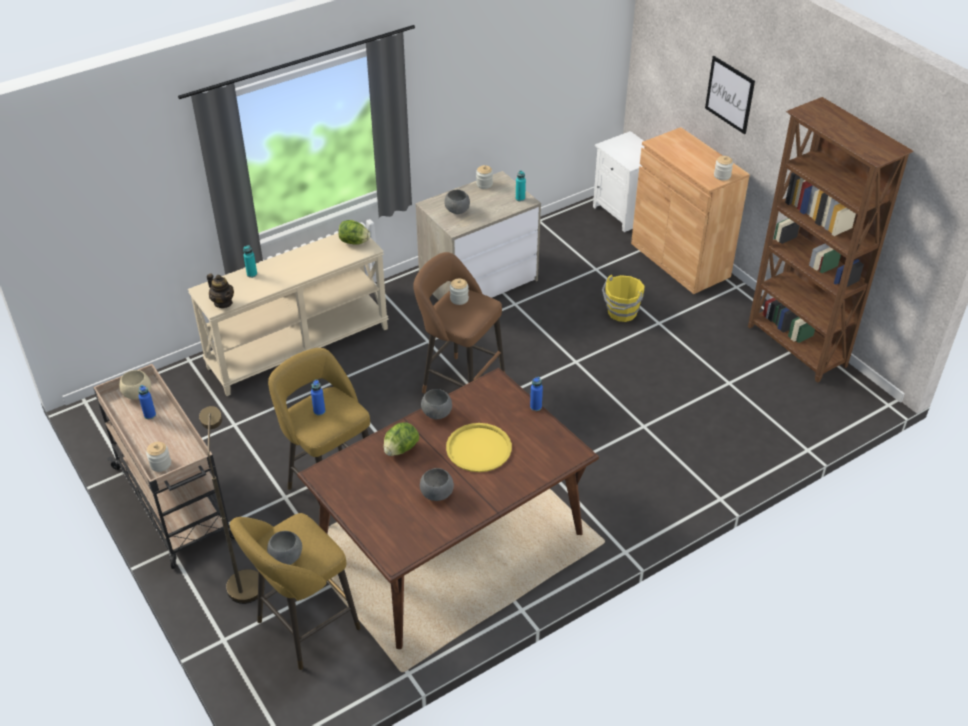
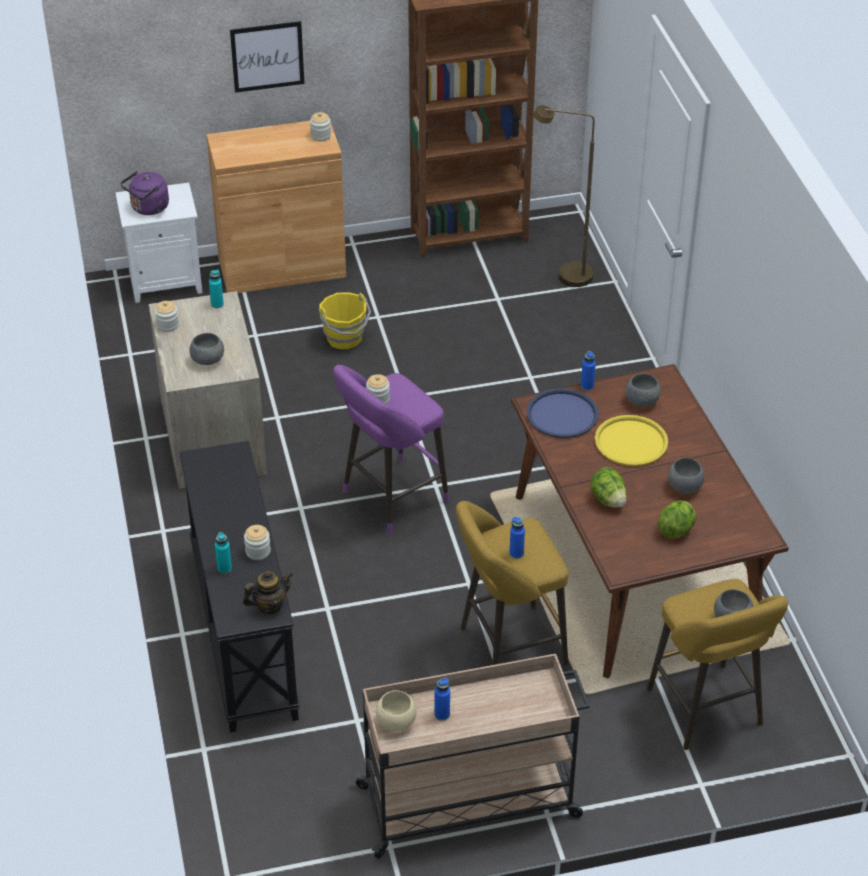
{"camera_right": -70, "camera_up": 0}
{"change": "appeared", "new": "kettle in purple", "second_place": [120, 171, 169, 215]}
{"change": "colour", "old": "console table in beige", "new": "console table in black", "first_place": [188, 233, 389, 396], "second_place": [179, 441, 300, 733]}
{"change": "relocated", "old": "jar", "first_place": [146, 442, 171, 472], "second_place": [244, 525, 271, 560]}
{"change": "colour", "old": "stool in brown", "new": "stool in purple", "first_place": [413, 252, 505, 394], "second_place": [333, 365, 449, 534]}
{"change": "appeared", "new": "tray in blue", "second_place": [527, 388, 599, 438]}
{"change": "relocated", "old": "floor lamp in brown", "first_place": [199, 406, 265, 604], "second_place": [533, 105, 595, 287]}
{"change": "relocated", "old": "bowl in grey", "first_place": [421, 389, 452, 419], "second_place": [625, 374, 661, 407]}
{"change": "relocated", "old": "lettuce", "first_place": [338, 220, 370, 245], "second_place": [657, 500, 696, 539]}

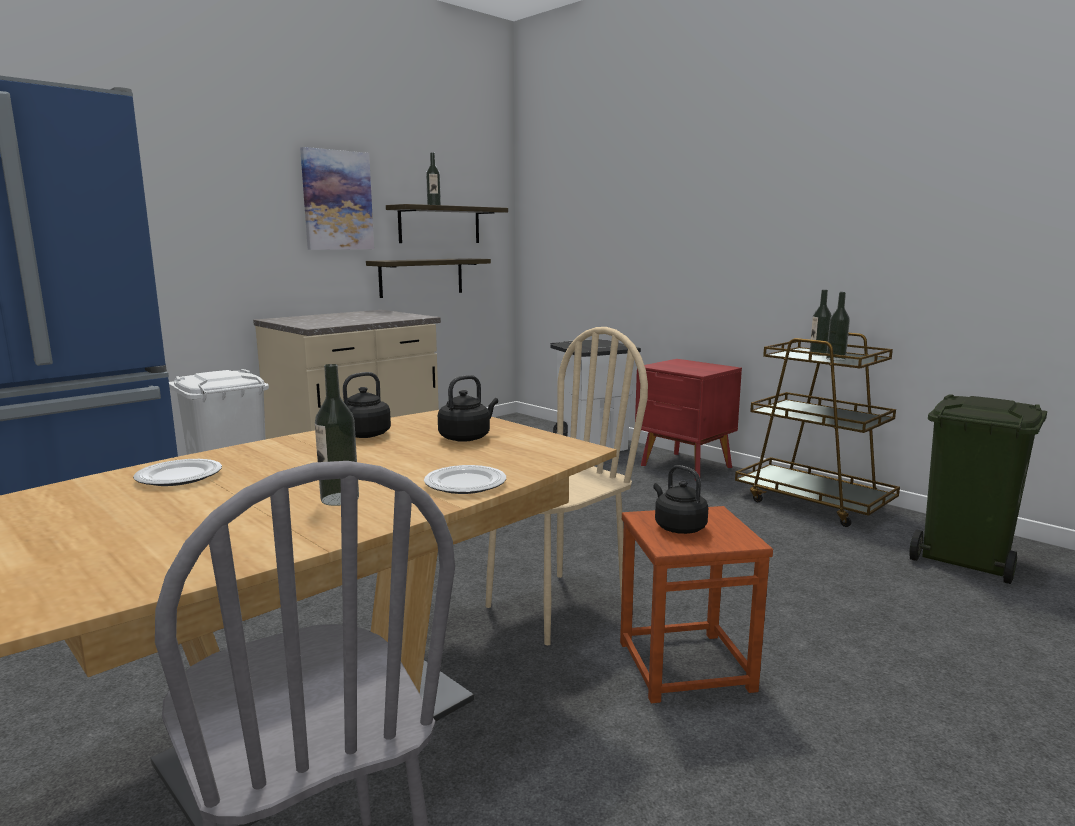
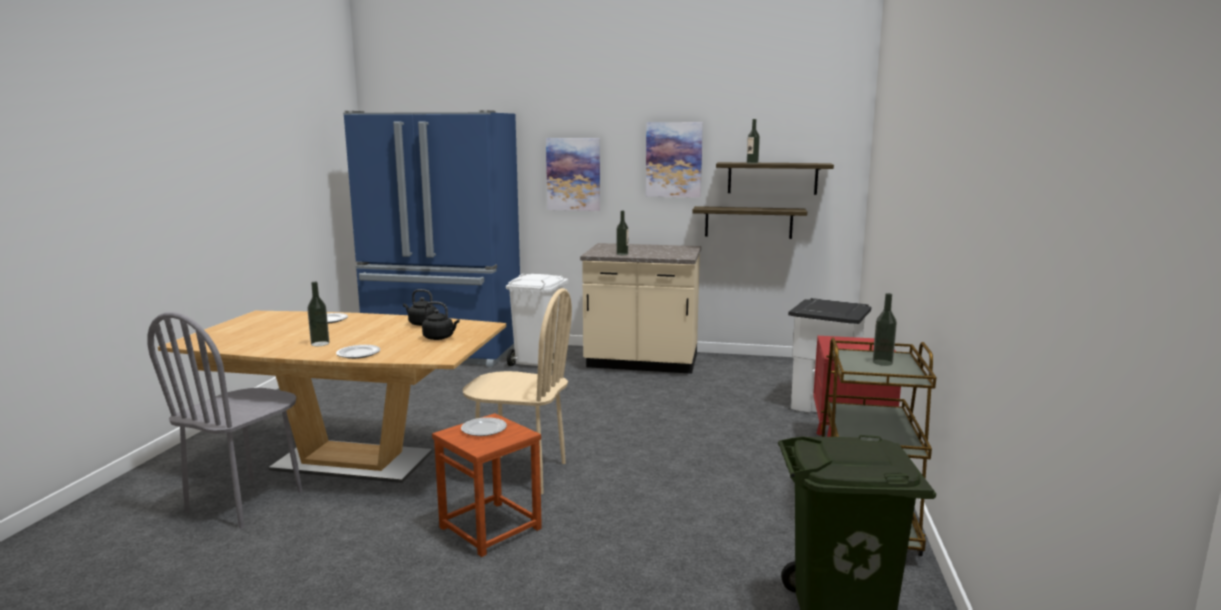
{"camera_right": 55, "camera_up": 0}
{"change": "exchanged", "old": "kettle in black", "new": "plate", "first_place": [653, 465, 708, 534], "second_place": [461, 417, 507, 436]}
{"change": "appeared", "new": "picture", "second_place": [546, 138, 600, 211]}
{"change": "relocated", "old": "bottle", "first_place": [826, 292, 850, 361], "second_place": [616, 211, 629, 255]}

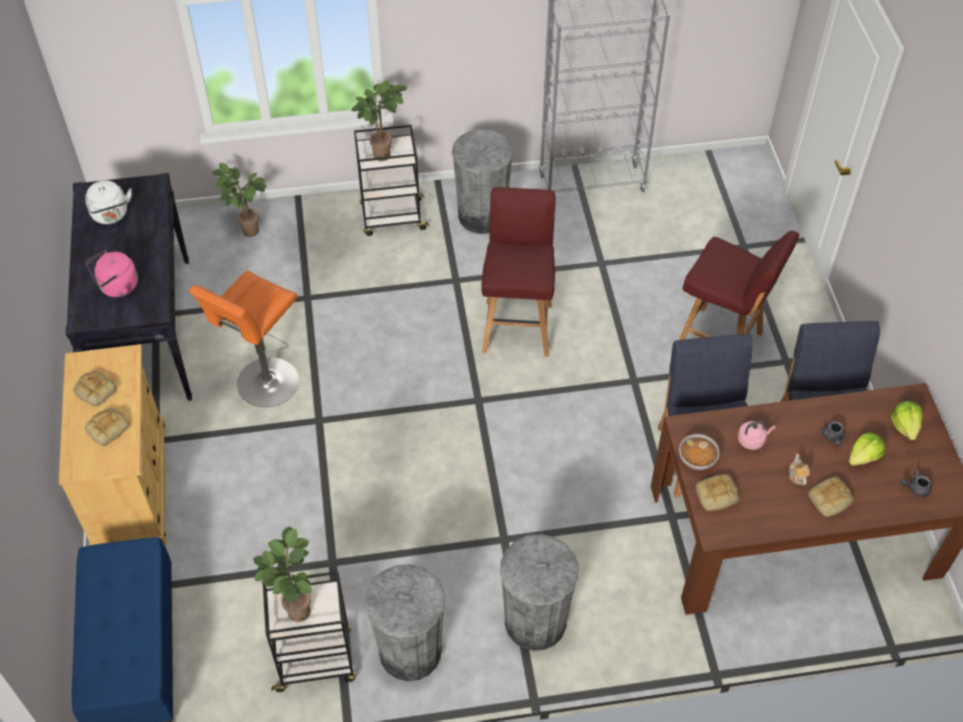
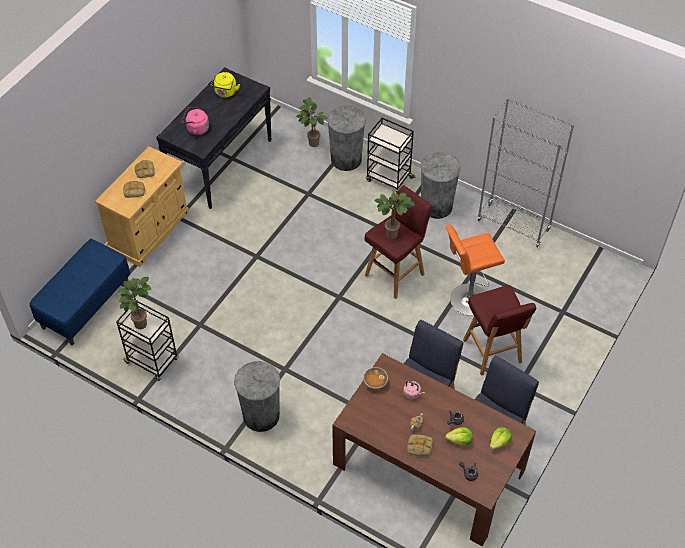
{"camera_right": 40, "camera_up": 0}
{"change": "colour", "old": "kettle in white", "new": "kettle in yellow", "first_place": [85, 181, 132, 224], "second_place": [211, 72, 240, 98]}
{"change": "relocated", "old": "trash can in grey", "first_place": [365, 564, 445, 681], "second_place": [327, 106, 366, 171]}
{"change": "relocated", "old": "potted plant", "first_place": [351, 80, 407, 161], "second_place": [374, 192, 415, 239]}
{"change": "relocated", "old": "stool in orange", "first_place": [189, 271, 299, 407], "second_place": [446, 225, 505, 316]}
{"change": "missing", "old": "bread", "first_place": [696, 474, 739, 511]}

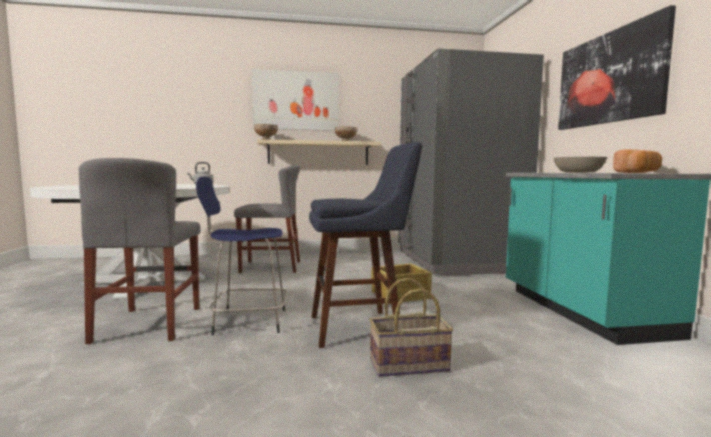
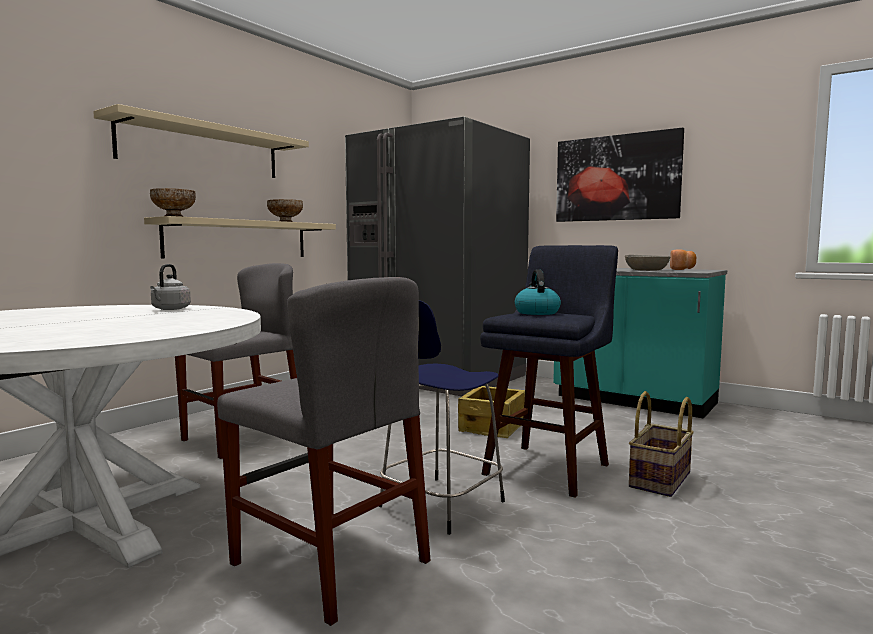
{"camera_right": -45, "camera_up": 0}
{"change": "exchanged", "old": "picture", "new": "shelf in beige", "first_place": [252, 69, 339, 131], "second_place": [93, 104, 309, 178]}
{"change": "appeared", "new": "kettle", "second_place": [515, 269, 561, 315]}

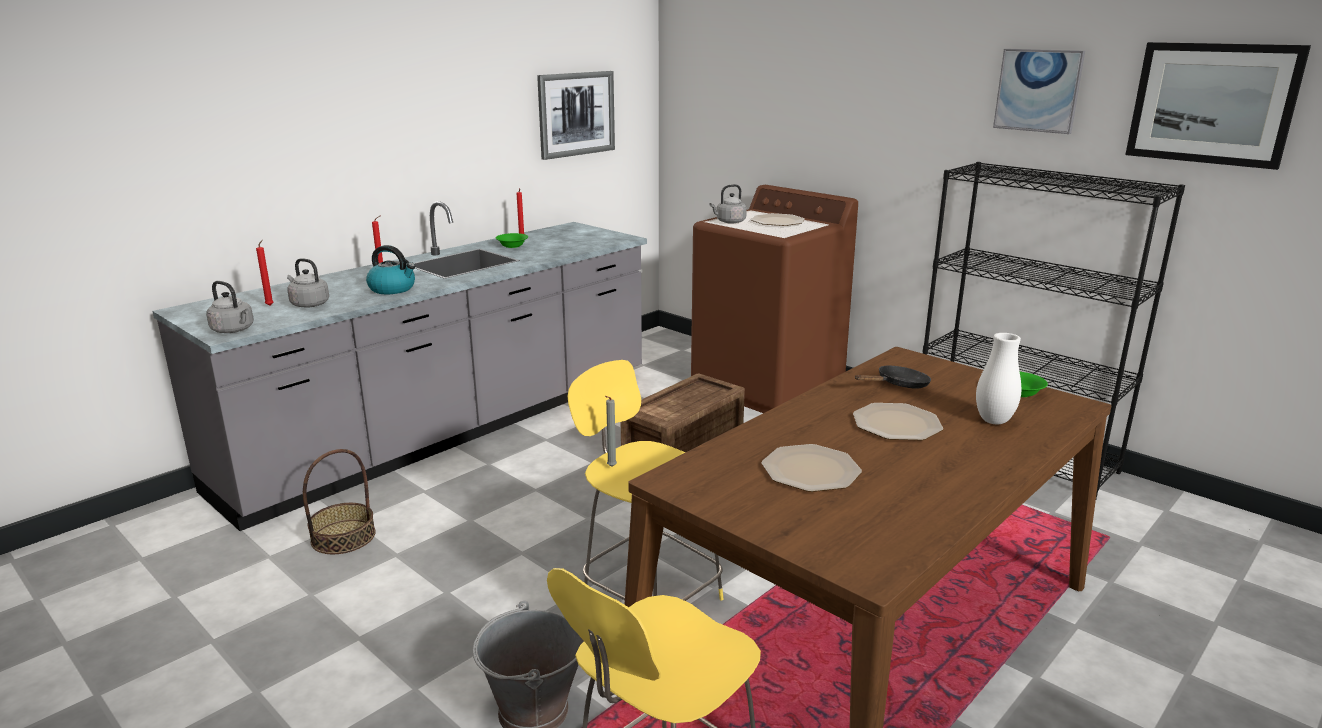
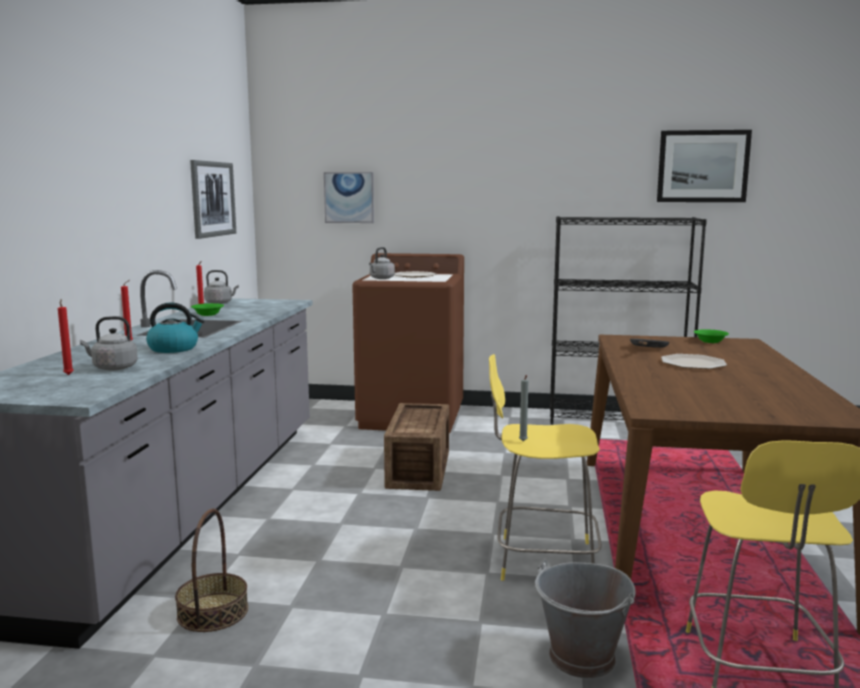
{"camera_right": -35, "camera_up": -10}
{"change": "relocated", "old": "kettle in grey", "first_place": [206, 281, 254, 333], "second_place": [204, 270, 239, 304]}
{"change": "relocated", "old": "picture", "first_place": [993, 49, 1085, 134], "second_place": [324, 172, 374, 223]}
{"change": "missing", "old": "plate", "first_place": [762, 444, 862, 492]}
{"change": "missing", "old": "vase in white", "first_place": [976, 333, 1021, 425]}

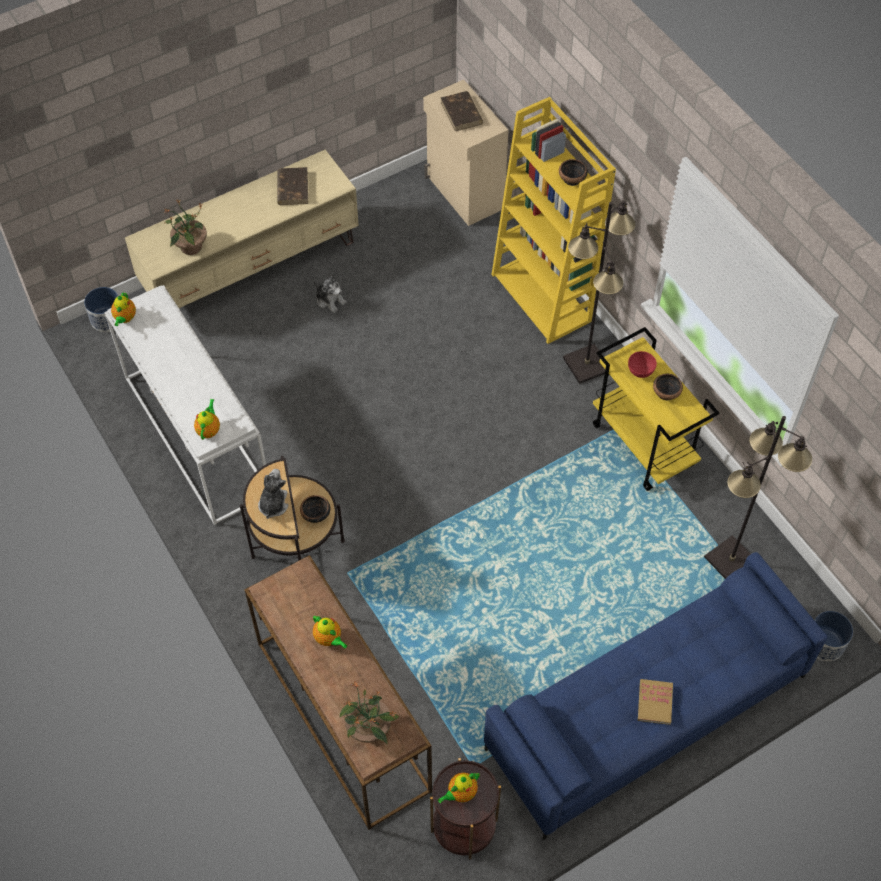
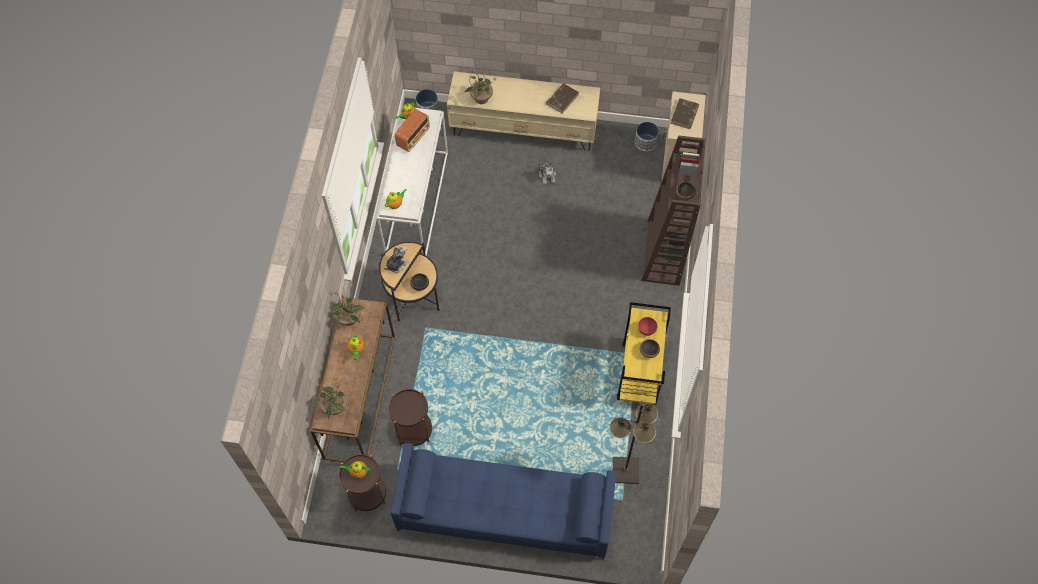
{"camera_right": 40, "camera_up": 5}
{"change": "appeared", "new": "potted plant", "second_place": [330, 291, 365, 326]}
{"change": "appeared", "new": "side table in brown", "second_place": [389, 389, 432, 446]}
{"change": "appeared", "new": "radio", "second_place": [395, 109, 430, 152]}
{"change": "relocated", "old": "planter", "first_place": [814, 611, 853, 661], "second_place": [635, 122, 659, 151]}
{"change": "colour", "old": "bookcase in yellow", "new": "bookcase in brown", "first_place": [491, 97, 616, 344], "second_place": [641, 135, 706, 286]}
{"change": "missing", "old": "floor lamp in black", "first_place": [563, 200, 635, 384]}
{"change": "missing", "old": "book", "first_place": [638, 679, 673, 725]}

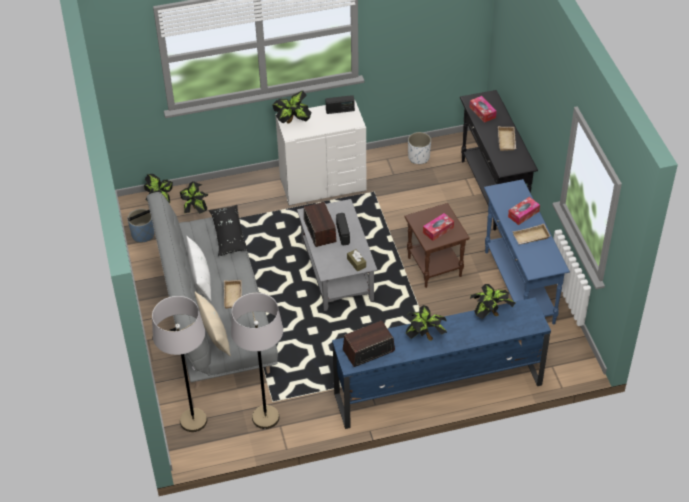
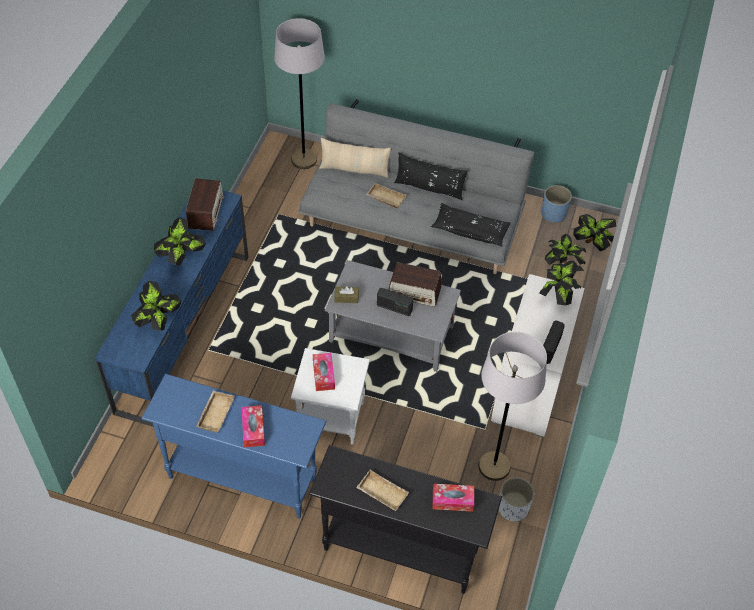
{"camera_right": 120, "camera_up": 5}
{"change": "colour", "old": "side table in brown", "new": "side table in white", "first_place": [404, 203, 470, 288], "second_place": [291, 348, 370, 445]}
{"change": "colour", "old": "pillow in white", "new": "pillow in black", "first_place": [186, 236, 211, 301], "second_place": [394, 152, 468, 200]}
{"change": "relocated", "old": "floor lamp in grey", "first_place": [231, 293, 283, 429], "second_place": [478, 332, 547, 481]}

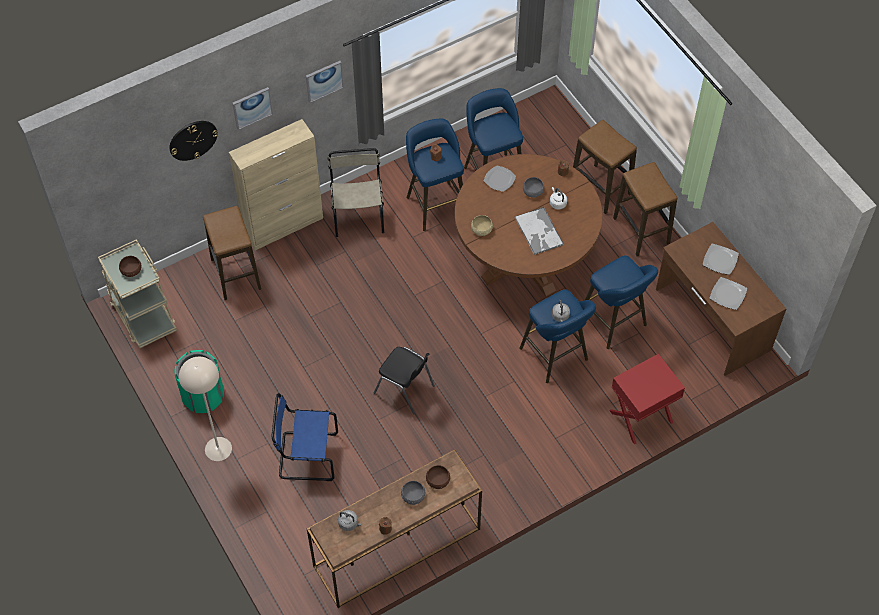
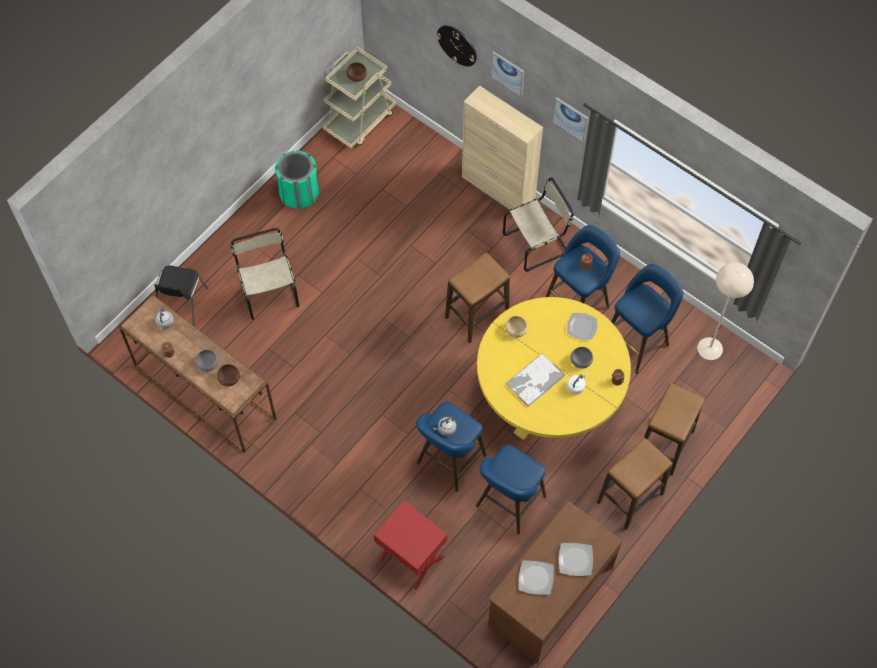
{"camera_right": 70, "camera_up": 5}
{"change": "relocated", "old": "chair in black", "first_place": [374, 347, 435, 415], "second_place": [154, 265, 208, 326]}
{"change": "colour", "old": "chair in blue", "new": "chair in beige", "first_place": [272, 393, 338, 481], "second_place": [231, 228, 299, 320]}
{"change": "relocated", "old": "stool", "first_place": [203, 206, 261, 300], "second_place": [445, 252, 510, 343]}
{"change": "colour", "old": "dining table in brown", "new": "dining table in yellow", "first_place": [455, 154, 603, 297], "second_place": [477, 297, 631, 441]}
{"change": "relocated", "old": "floor lamp in beige", "first_place": [179, 357, 232, 461], "second_place": [697, 263, 754, 360]}

